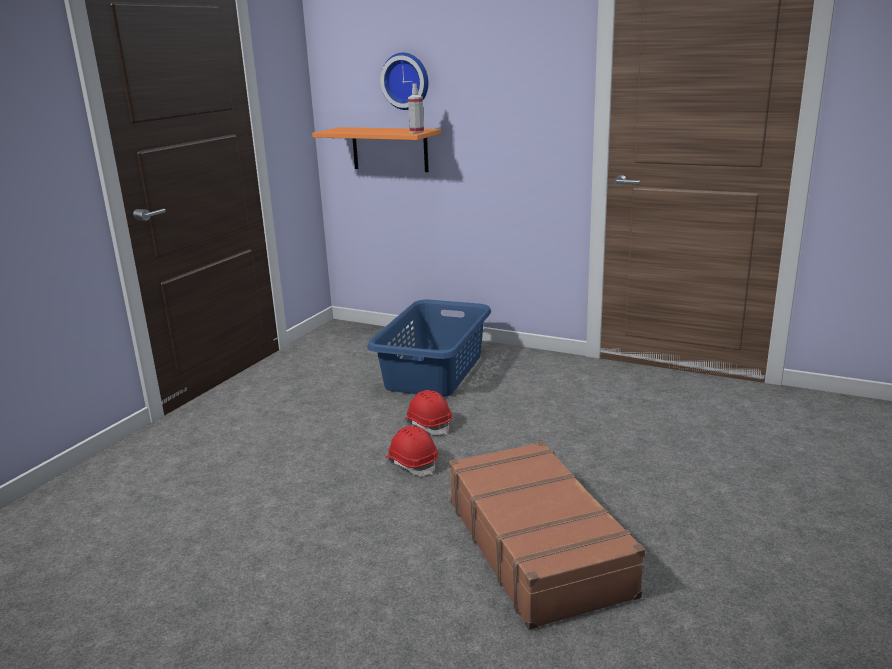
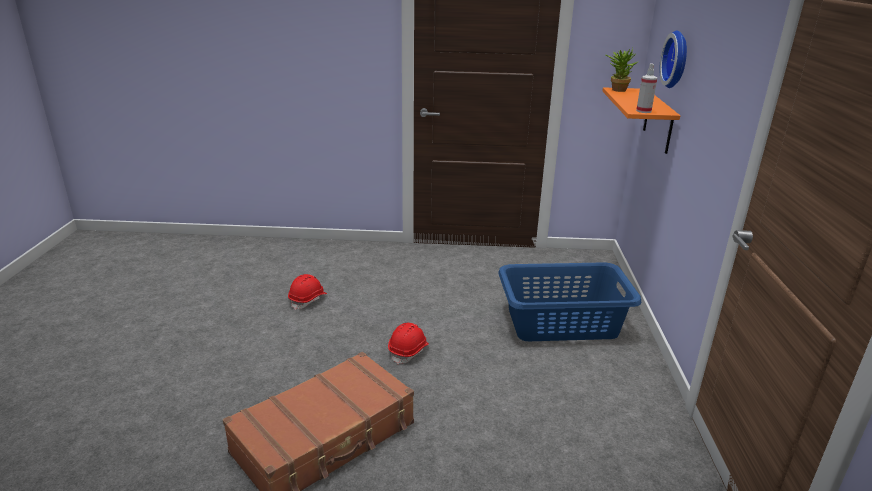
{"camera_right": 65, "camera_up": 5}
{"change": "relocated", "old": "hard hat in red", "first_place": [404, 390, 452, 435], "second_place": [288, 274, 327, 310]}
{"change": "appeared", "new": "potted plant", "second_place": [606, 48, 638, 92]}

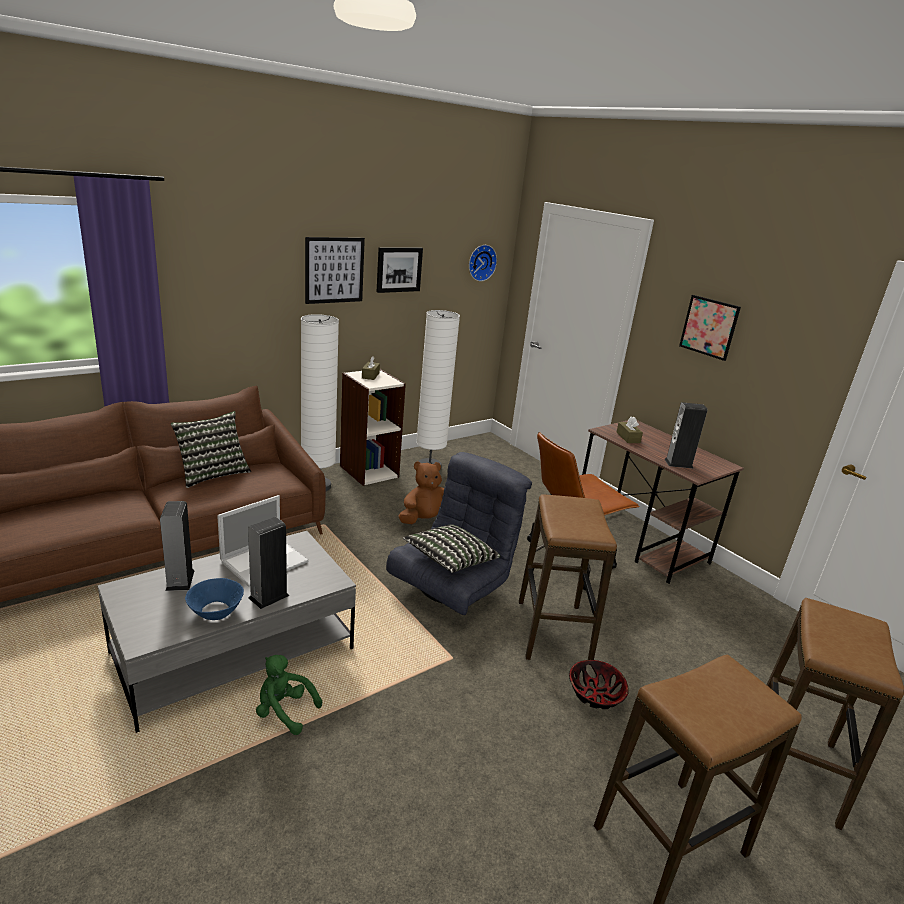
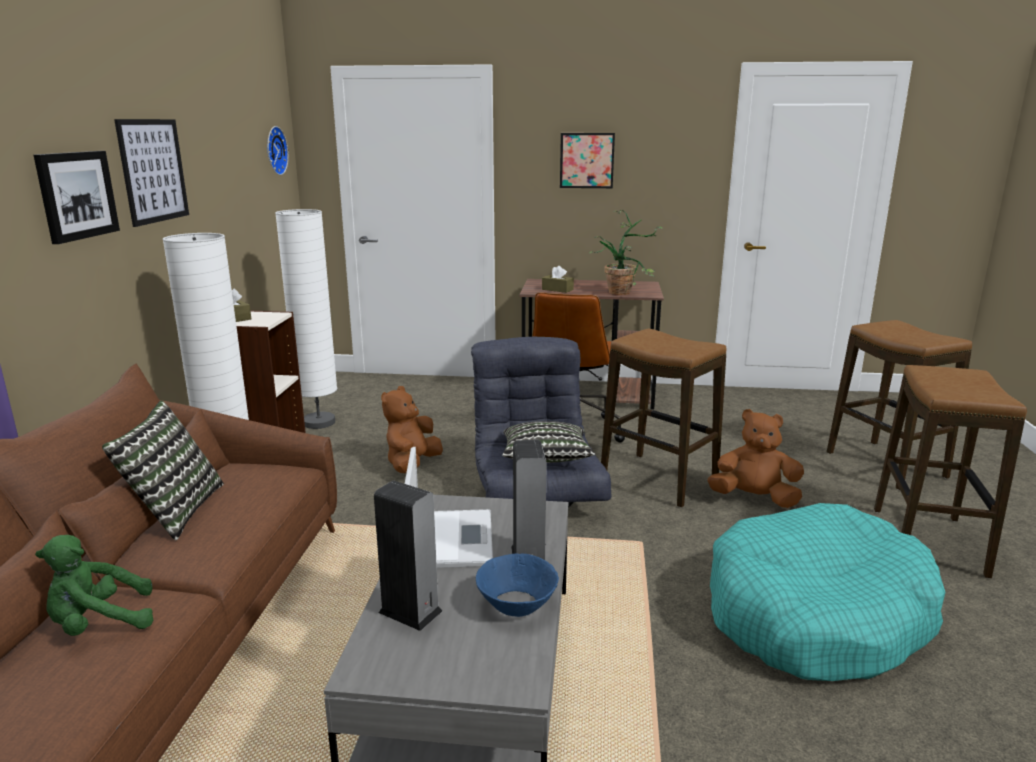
{"camera_right": -45, "camera_up": -5}
{"change": "relocated", "old": "picture", "first_place": [377, 247, 423, 293], "second_place": [34, 151, 120, 244]}
{"change": "relocated", "old": "plush toy in green", "first_place": [256, 655, 322, 735], "second_place": [35, 535, 153, 636]}
{"change": "exchanged", "old": "speaker", "new": "potted plant", "first_place": [665, 402, 707, 469], "second_place": [589, 210, 663, 295]}
{"change": "exchanged", "old": "bowl", "new": "plush toy in brown", "first_place": [569, 660, 629, 709], "second_place": [707, 409, 804, 508]}
{"change": "appeared", "new": "dog bed in turquoise", "second_place": [710, 503, 945, 681]}

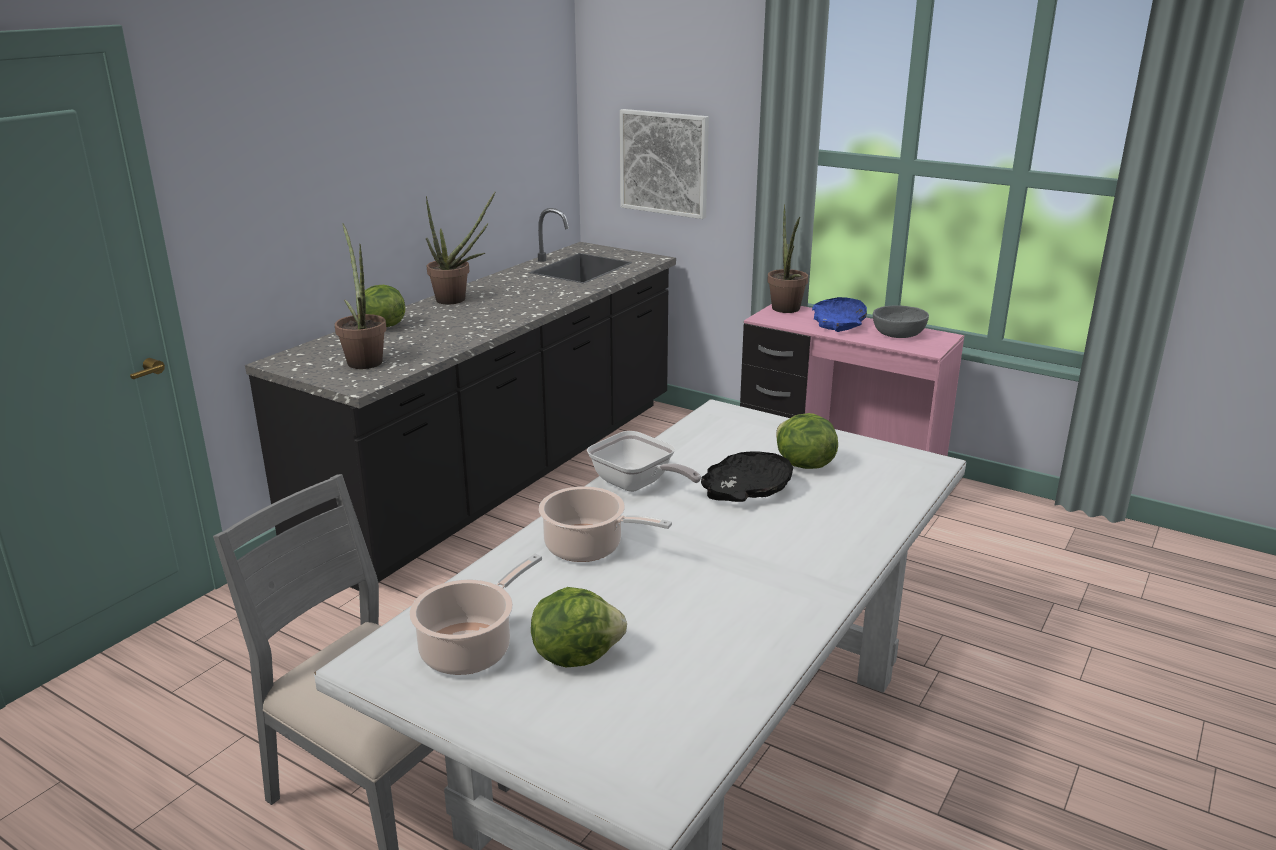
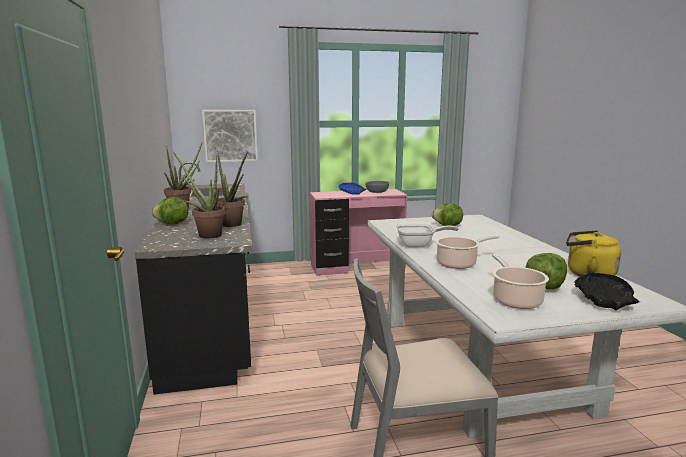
{"camera_right": -45, "camera_up": -10}
{"change": "relocated", "old": "potted plant", "first_place": [767, 204, 808, 313], "second_place": [216, 151, 248, 227]}
{"change": "appeared", "new": "kettle in yellow", "second_place": [566, 230, 621, 276]}
{"change": "relocated", "old": "bowl in black", "first_place": [701, 451, 793, 502], "second_place": [575, 273, 640, 311]}

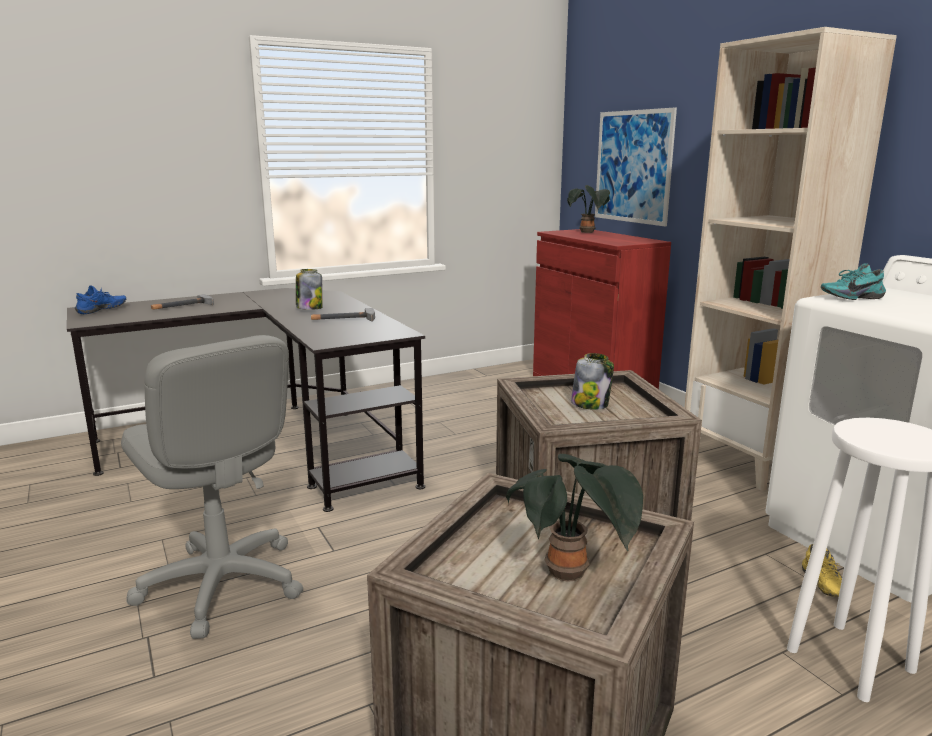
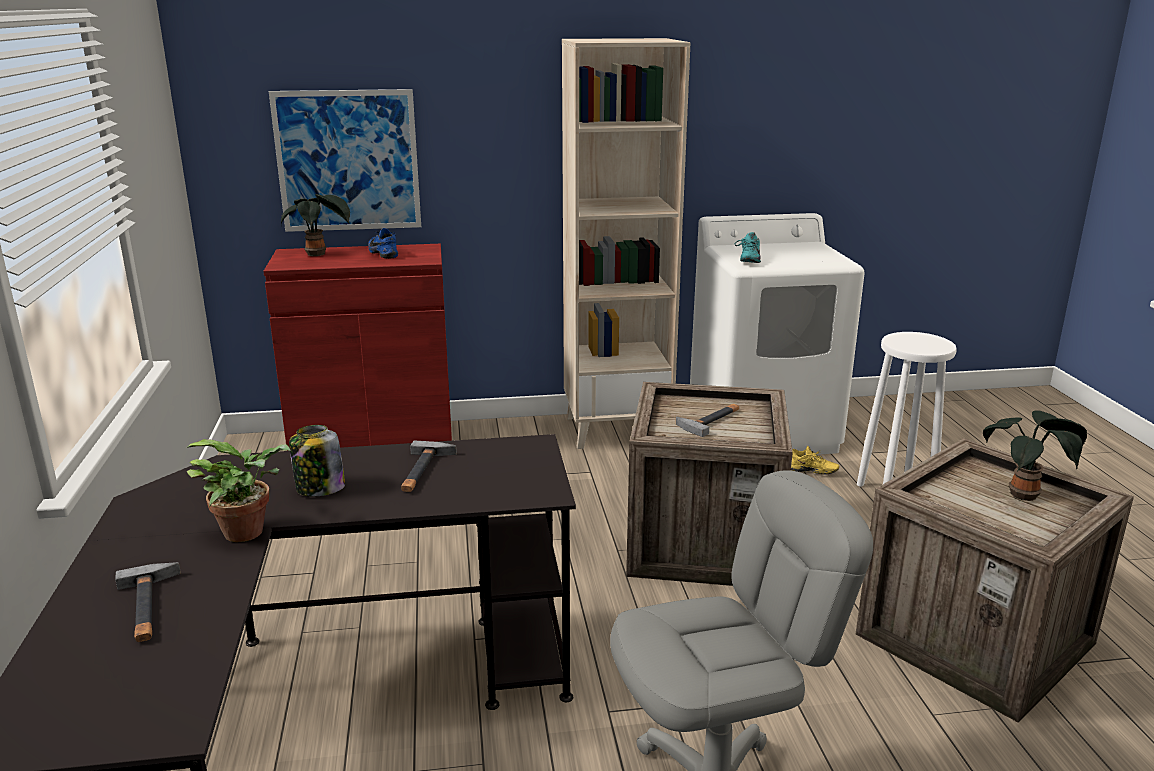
{"camera_right": -70, "camera_up": 5}
{"change": "appeared", "new": "potted plant", "second_place": [186, 439, 291, 542]}
{"change": "relocated", "old": "shoe in blue", "first_place": [75, 285, 126, 314], "second_place": [368, 228, 398, 259]}
{"change": "exchanged", "old": "jar", "new": "hammer", "first_place": [571, 353, 614, 410], "second_place": [676, 404, 739, 437]}

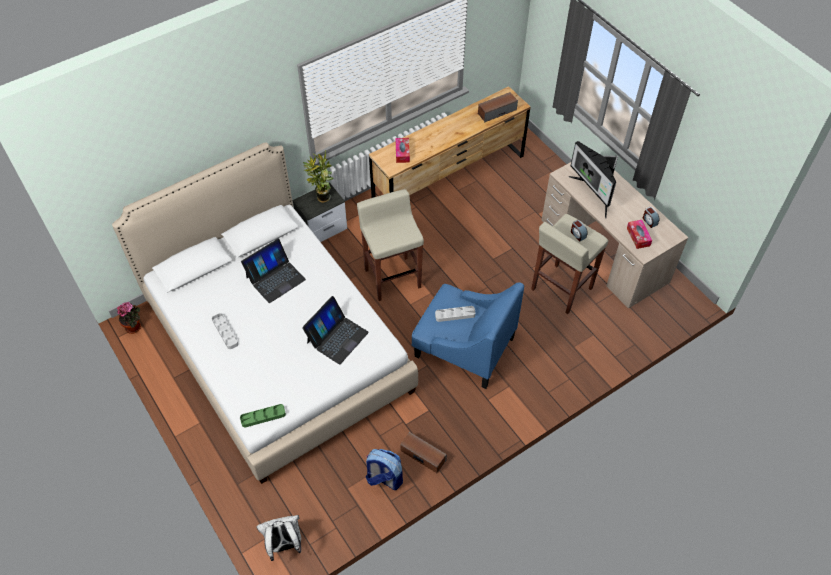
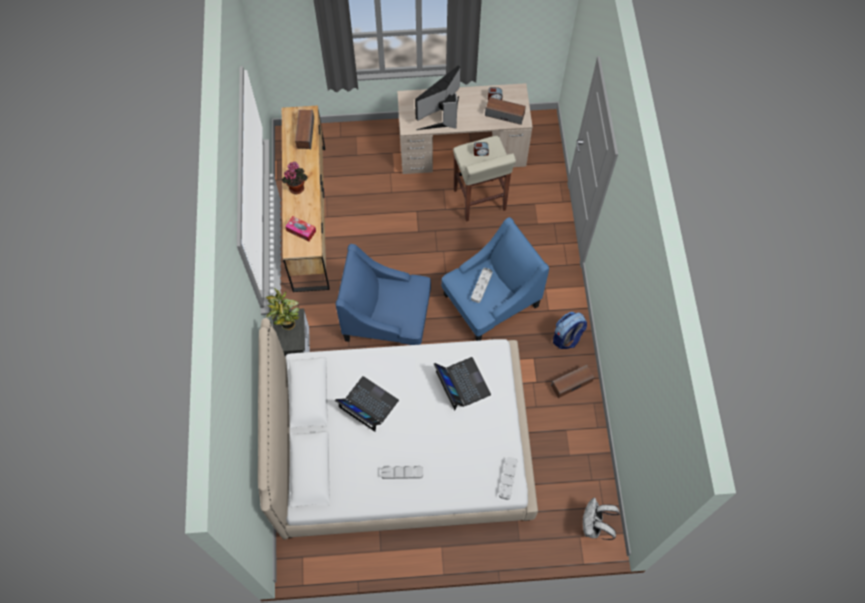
{"camera_right": -60, "camera_up": 10}
{"change": "relocated", "old": "potted plant", "first_place": [117, 302, 141, 334], "second_place": [282, 161, 307, 194]}
{"change": "spun", "old": "laptop", "first_place": [241, 239, 306, 303], "second_place": [335, 376, 399, 432], "degrees": -45}
{"change": "exchanged", "old": "stool in beige", "new": "armchair in blue", "first_place": [357, 189, 424, 301], "second_place": [336, 244, 431, 345]}
{"change": "spun", "old": "monitor", "first_place": [569, 141, 618, 218], "second_place": [415, 65, 461, 130], "degrees": 135}
{"change": "exchanged", "old": "tissue box", "new": "speaker", "first_place": [627, 220, 652, 249], "second_place": [485, 97, 526, 125]}
{"change": "colour", "old": "tray in green", "new": "tray in grey", "first_place": [240, 404, 286, 427], "second_place": [499, 457, 518, 500]}
{"change": "relocated", "old": "backpack", "first_place": [366, 449, 403, 490], "second_place": [553, 312, 587, 349]}

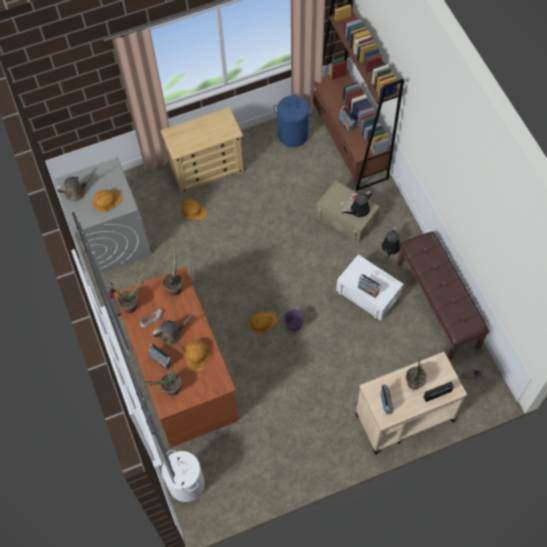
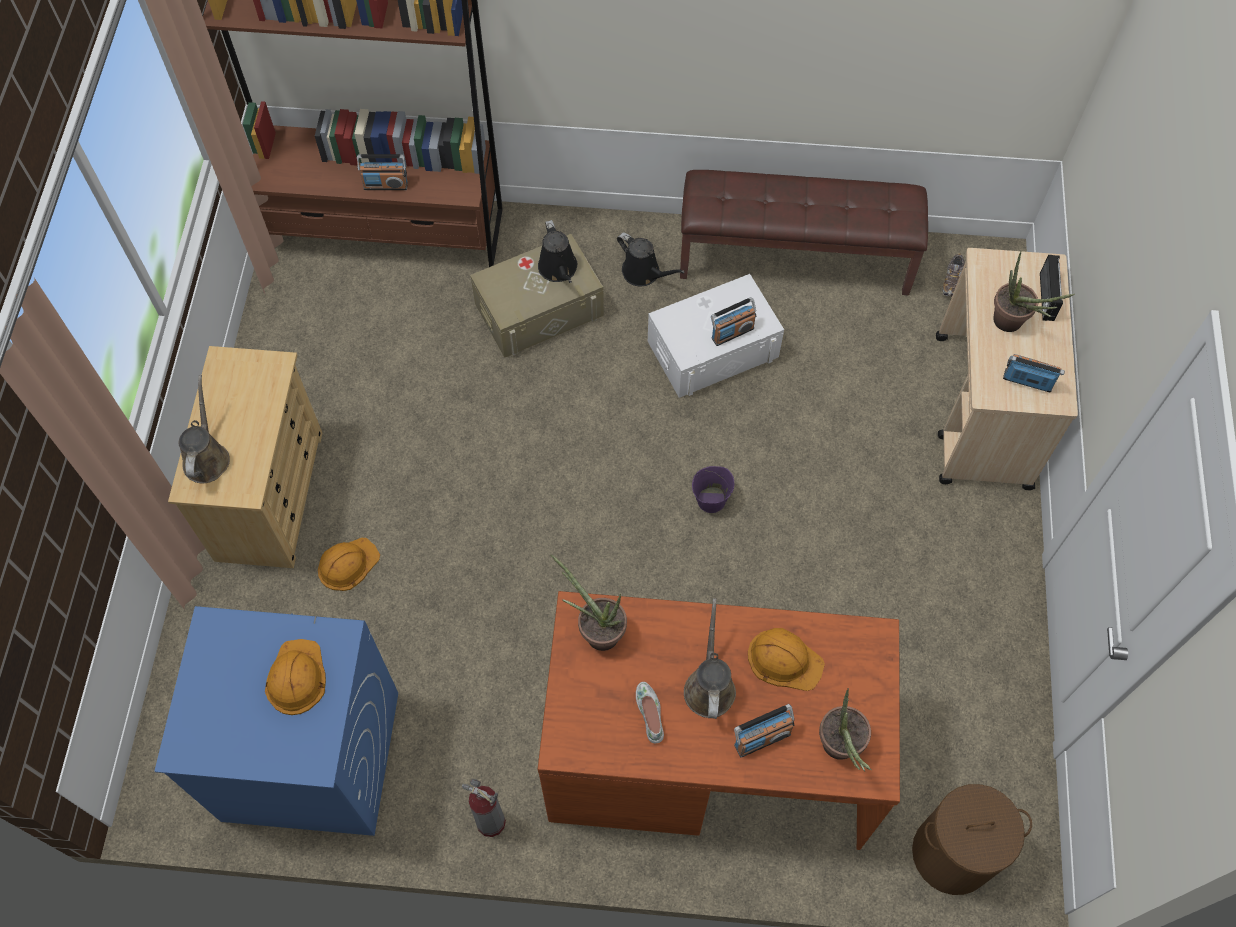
{"camera_right": -65, "camera_up": 0}
{"change": "colour", "old": "washing machine in grey", "new": "washing machine in blue", "first_place": [55, 157, 151, 273], "second_place": [154, 606, 398, 836]}
{"change": "relocated", "old": "watering can in brown", "first_place": [57, 167, 97, 201], "second_place": [179, 375, 230, 483]}
{"change": "colour", "old": "laundry basket in white", "new": "laundry basket in brown", "first_place": [162, 450, 205, 502], "second_place": [912, 784, 1032, 895]}
{"change": "missing", "old": "potted plant", "first_place": [117, 272, 145, 313]}
{"change": "missing", "old": "hard hat in orange", "first_place": [249, 311, 278, 334]}
{"change": "missing", "old": "laundry basket in blue", "first_place": [273, 95, 313, 147]}

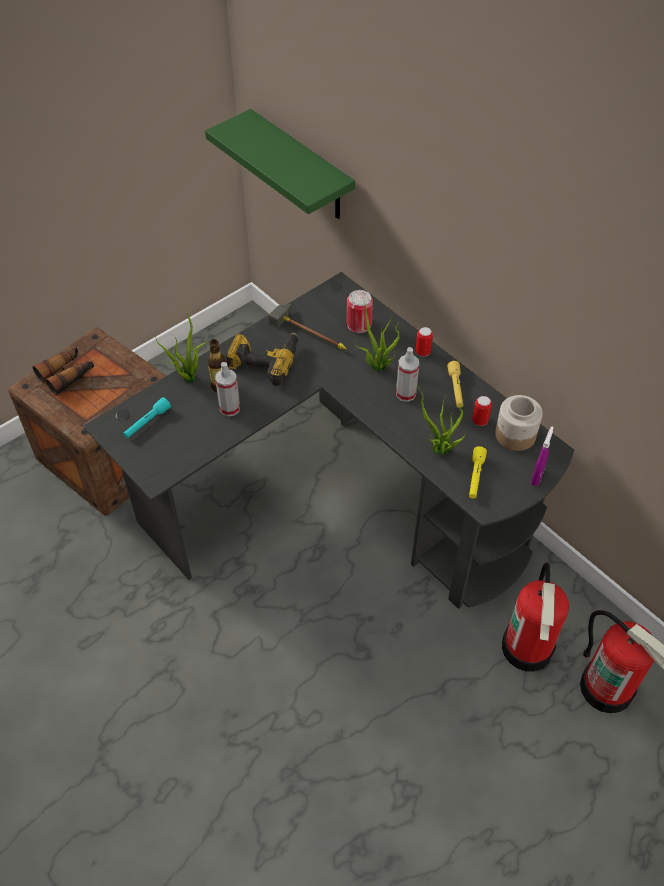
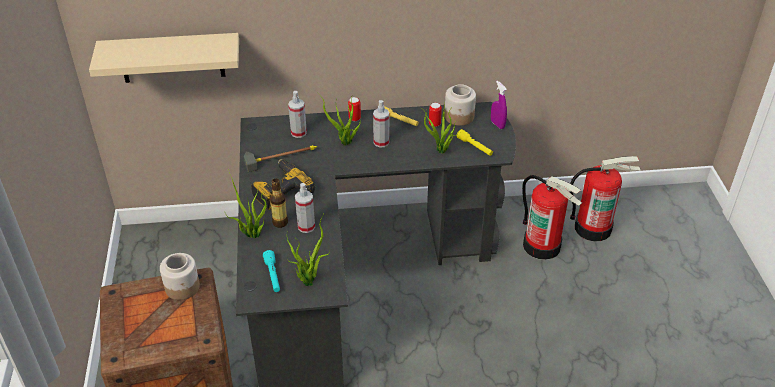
{"camera_right": -55, "camera_up": -10}
{"change": "colour", "old": "shelf in green", "new": "shelf in beige", "first_place": [205, 109, 355, 219], "second_place": [89, 33, 239, 83]}
{"change": "appeared", "new": "jar", "second_place": [160, 253, 200, 300]}
{"change": "appeared", "new": "potted plant", "second_place": [287, 212, 330, 286]}
{"change": "exchanged", "old": "can", "new": "spray bottle", "first_place": [347, 290, 373, 333], "second_place": [288, 91, 307, 138]}
{"change": "missing", "old": "binoculars", "first_place": [32, 347, 94, 396]}

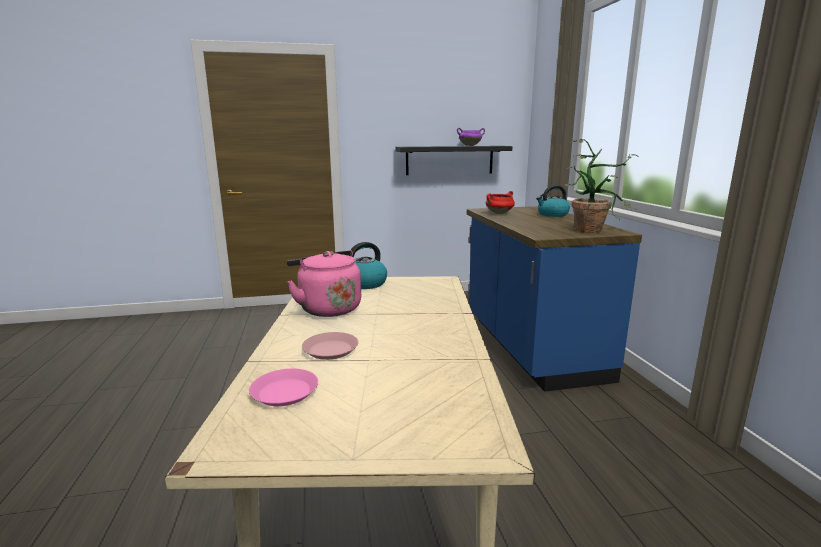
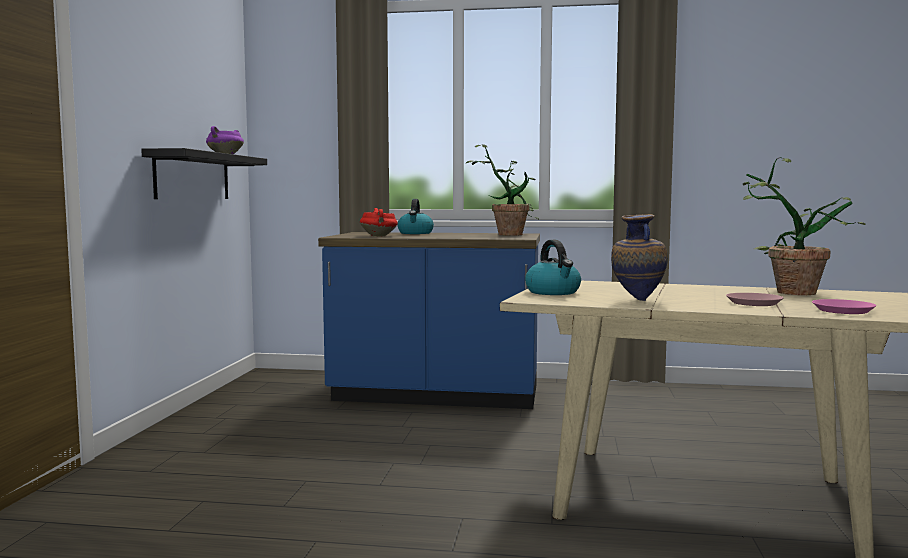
{"camera_right": -70, "camera_up": -10}
{"change": "exchanged", "old": "kettle in pink", "new": "vase", "first_place": [287, 251, 361, 317], "second_place": [611, 214, 668, 301]}
{"change": "appeared", "new": "potted plant", "second_place": [743, 157, 866, 295]}

